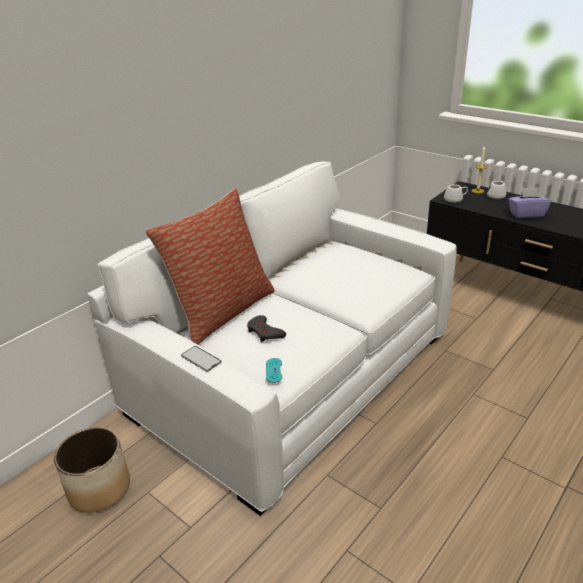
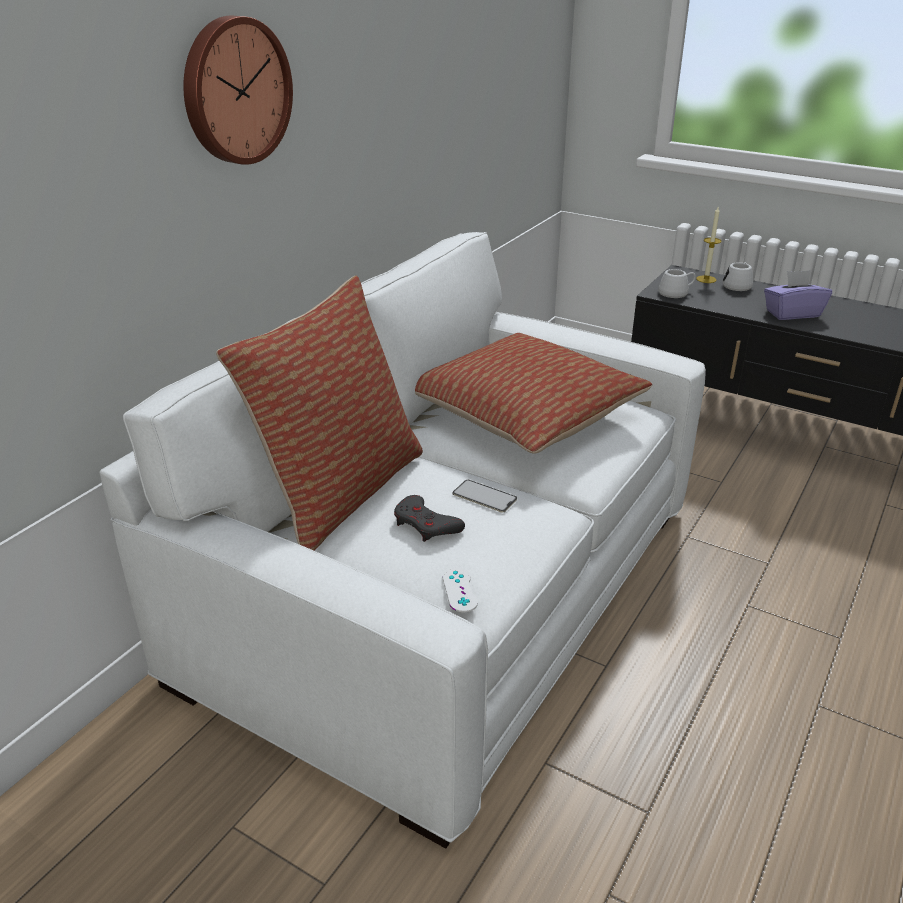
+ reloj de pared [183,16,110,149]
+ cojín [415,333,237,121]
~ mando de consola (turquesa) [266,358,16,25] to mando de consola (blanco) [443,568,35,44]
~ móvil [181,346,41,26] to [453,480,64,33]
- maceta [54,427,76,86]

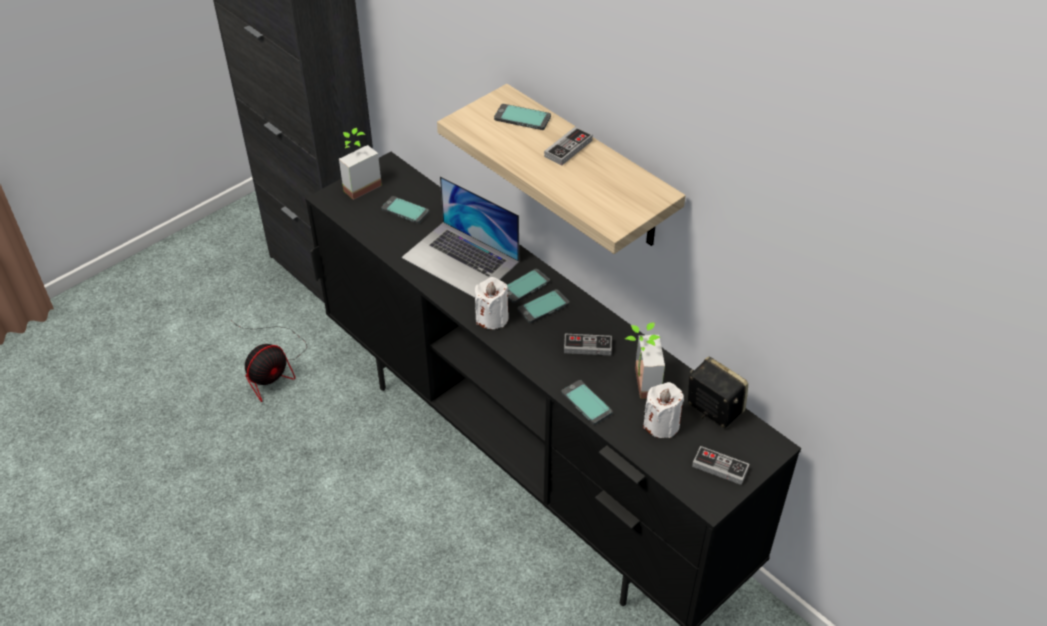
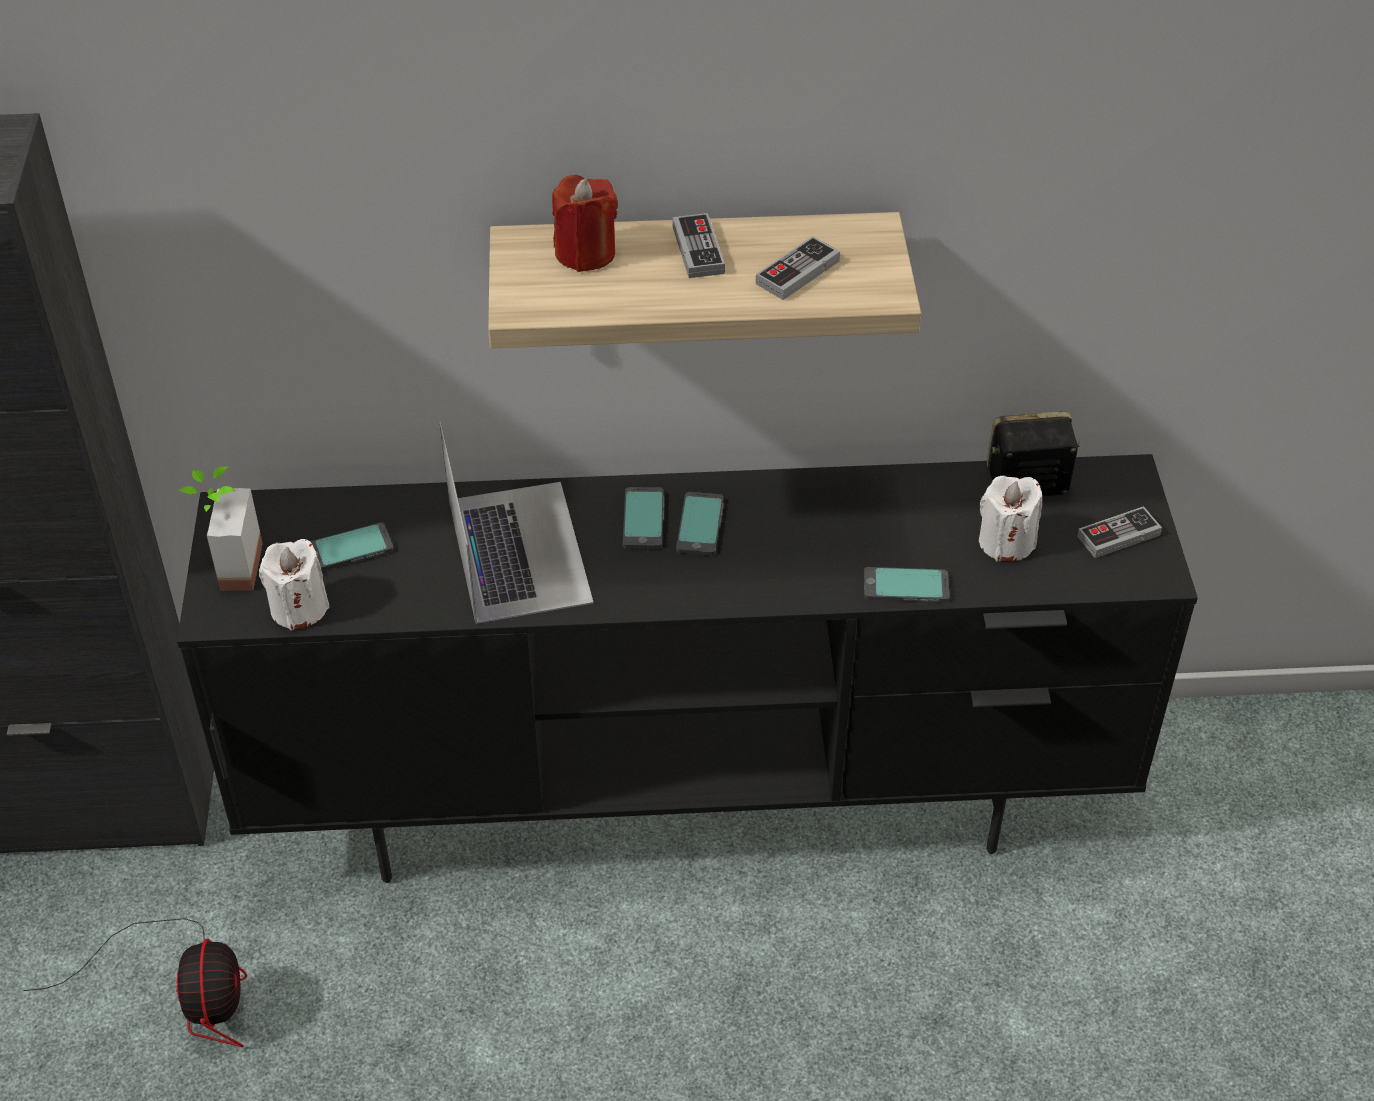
~ vela (blanco) [475,277,34,52] to [259,539,71,92]
~ portátil [402,176,117,122] = [440,422,154,202] 90 degrees counterclockwise
~ móvil [494,104,57,26] to vela (rojo) [552,175,66,97]
~ mando de consola [564,334,48,21] to [756,236,84,64]
- planta en maceta [625,323,40,76]

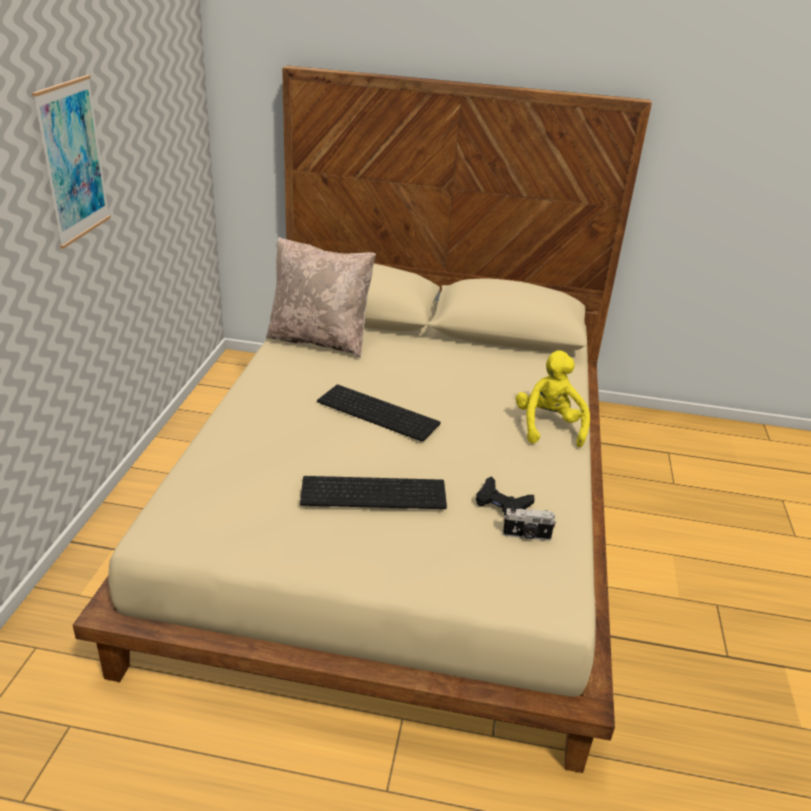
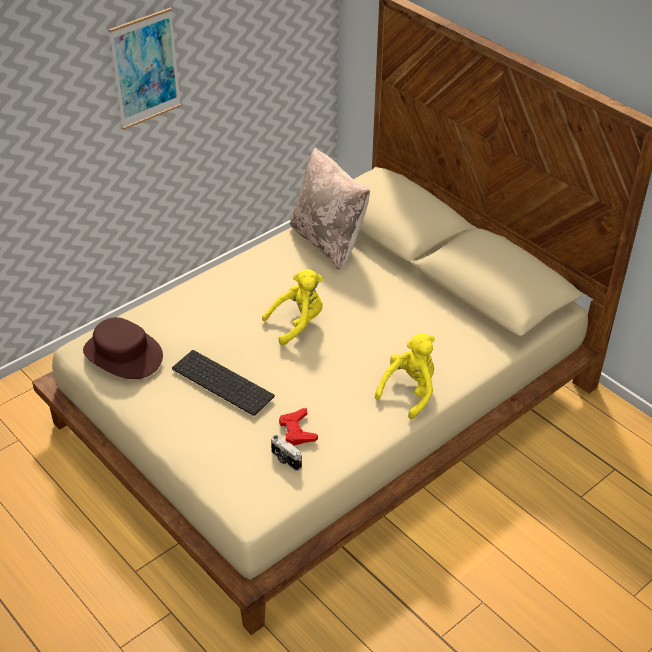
+ sombrero (marrón) [83,317,80,62]
~ teclado [317,385,124,57] to peluche (amarillo) [262,269,61,77]
~ mando de consola (negro) [476,476,58,40] to mando de consola (rojo) [279,408,39,38]

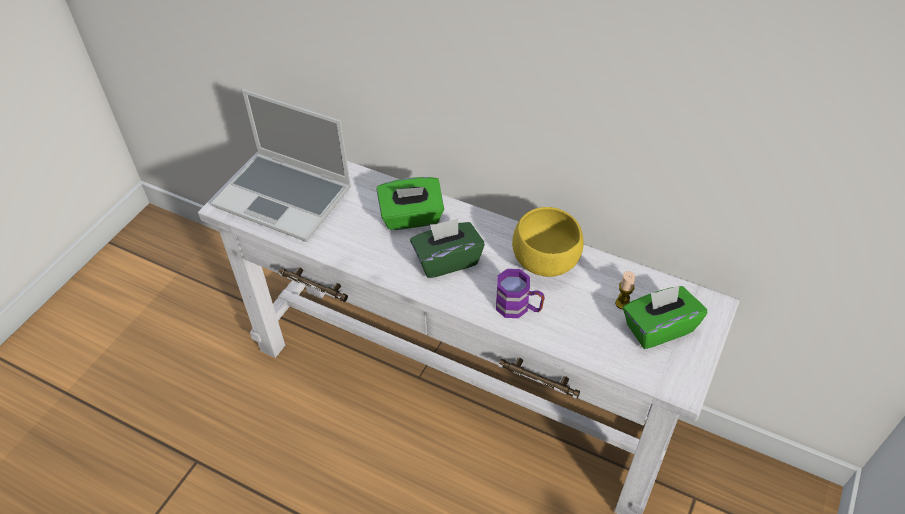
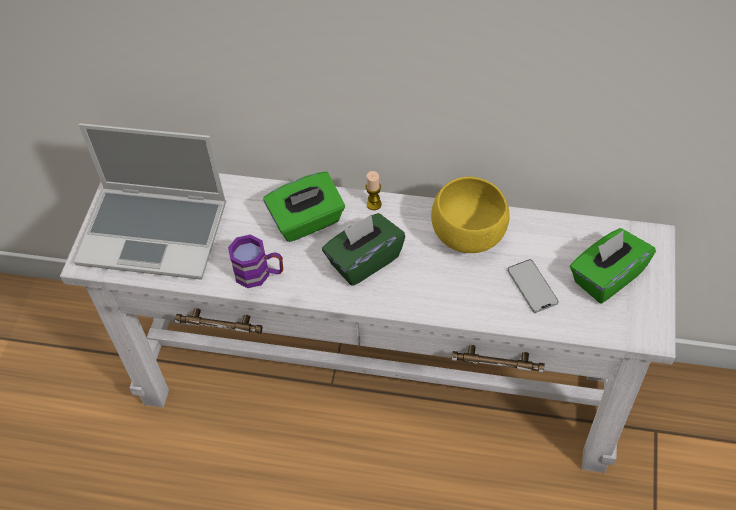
~ taza grande (morado) [496,269,49,49] to [228,234,55,54]
~ vela [615,271,20,38] to [366,171,16,39]
+ móvil [507,259,52,54]

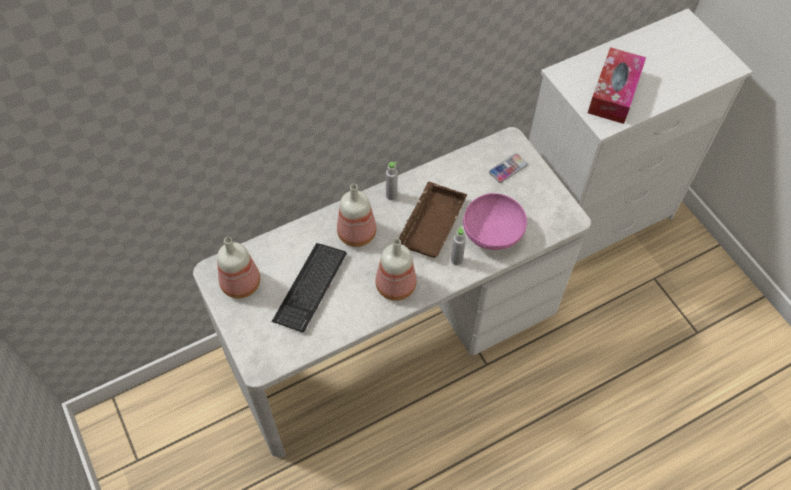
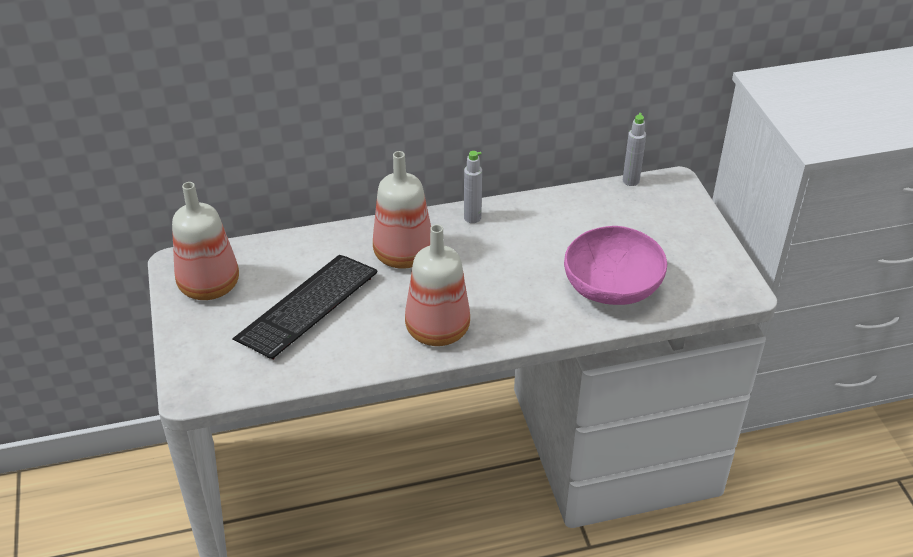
~ botella (gris) [451,226,15,39] to [623,113,23,73]
- bandeja (marrón) [399,181,68,77]
- móvil [489,154,39,29]
- caja de pañuelos [588,47,58,77]

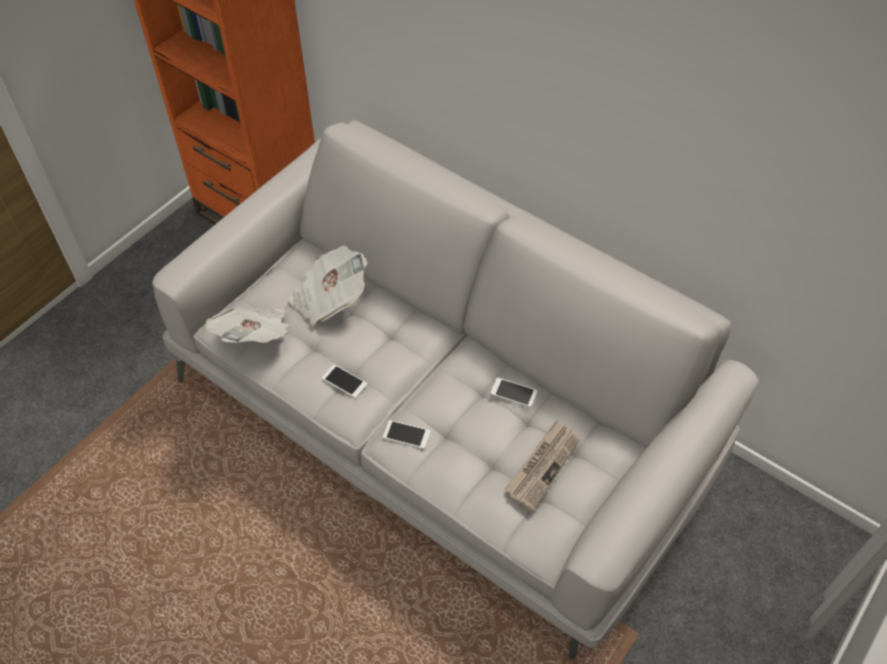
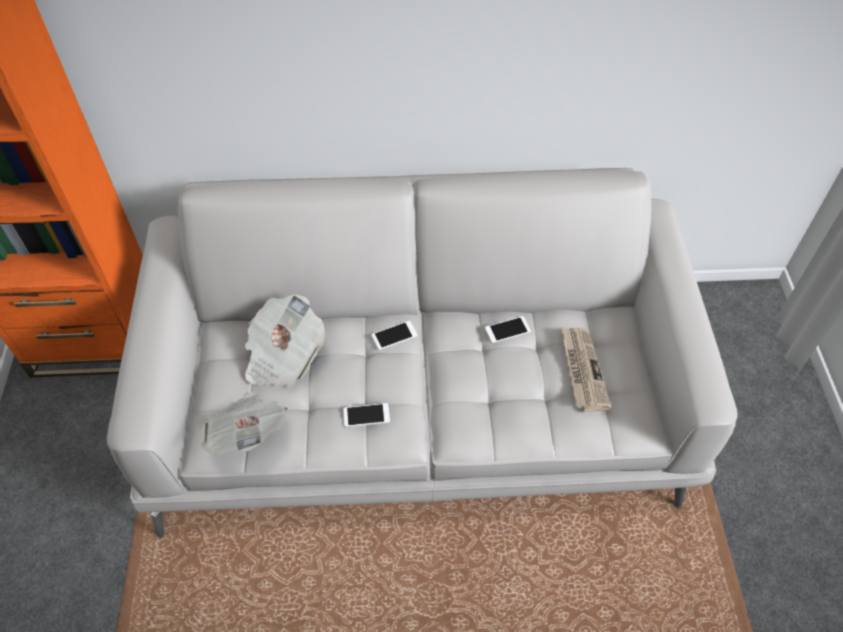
~ móvil [383,420,48,29] to [371,321,47,29]

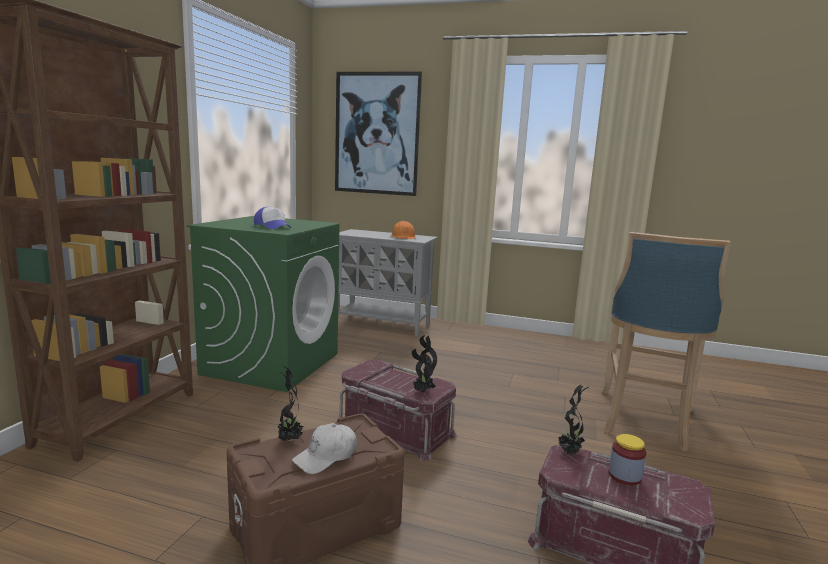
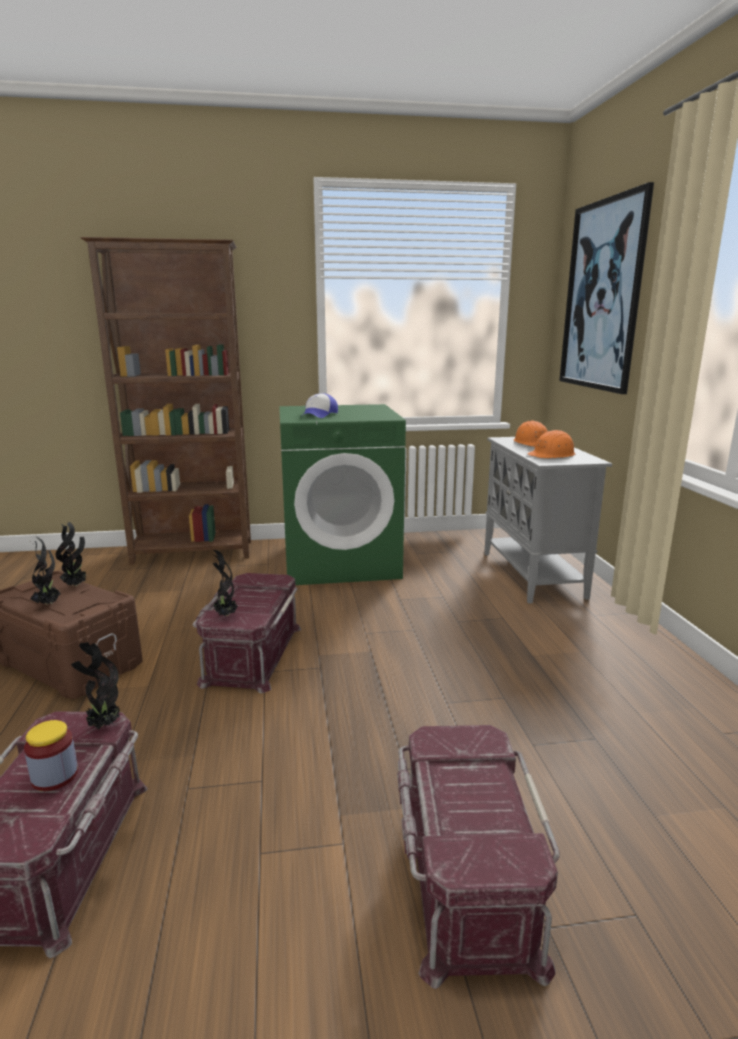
~ gorra (blanco) [292,423,65,51] to planta en maceta [28,537,33,68]
~ taburete (azul) [602,232,129,219] to caja de almacenaje (rojo) [397,725,162,264]
+ casco (naranja) [513,421,35,26]

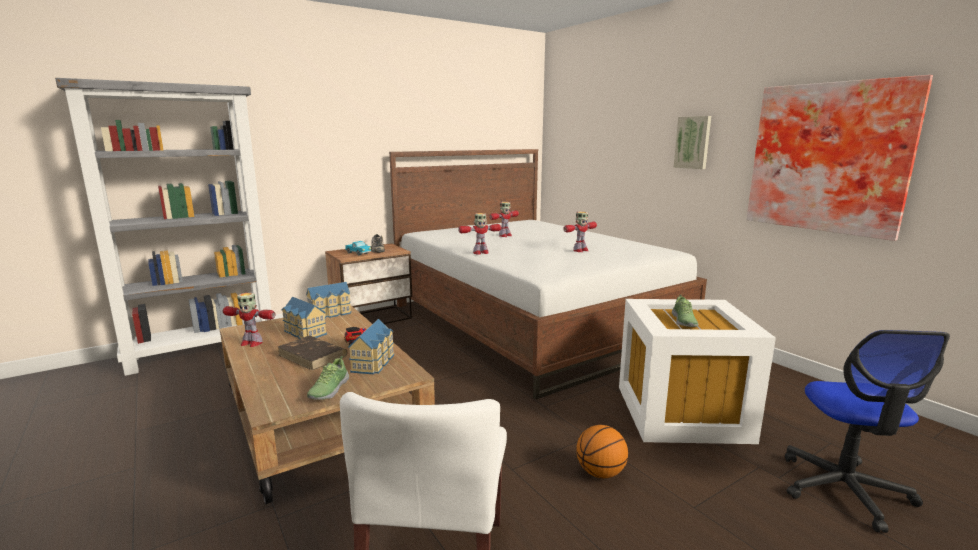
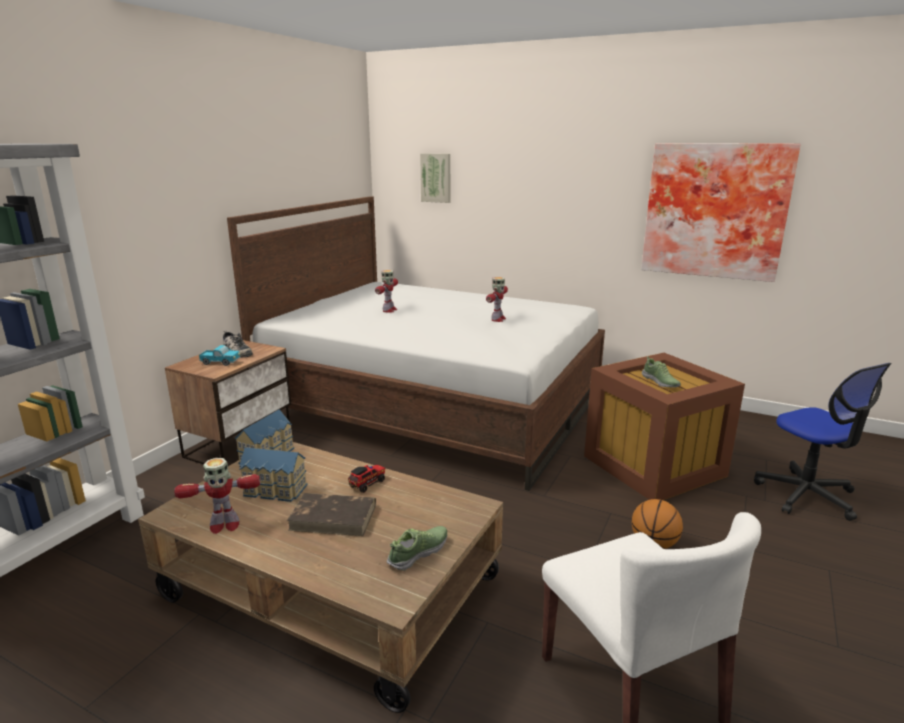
~ zapato [307,356,42,44] = [387,526,60,45] 120 degrees counterclockwise
~ cuadro [673,116,38,53] to [420,153,30,50]
~ caja de almacenaje (blanco) [619,299,157,145] to caja de almacenaje (marrón) [584,353,161,147]
- casita [348,319,46,55]
- robot de juguete [458,213,43,42]

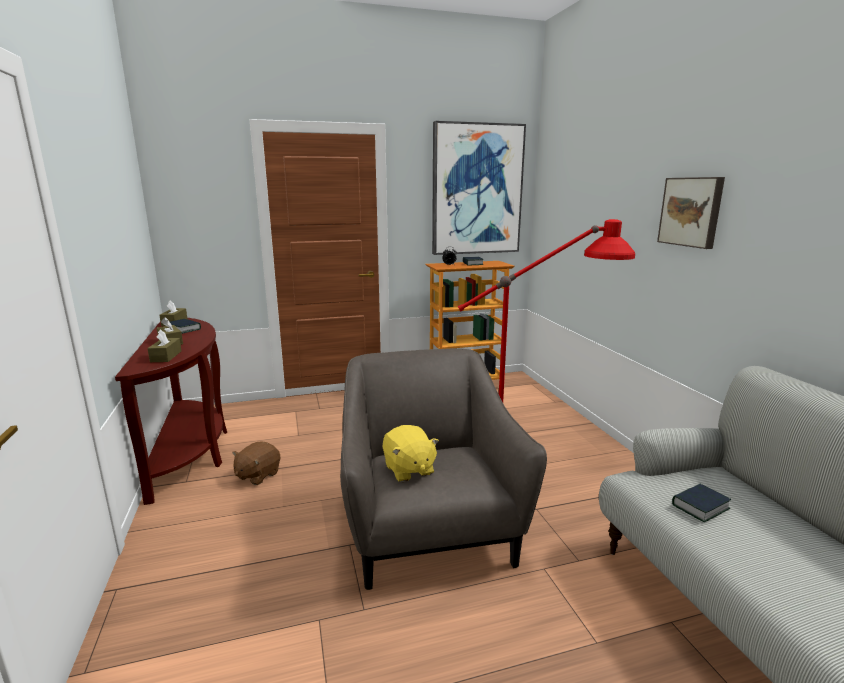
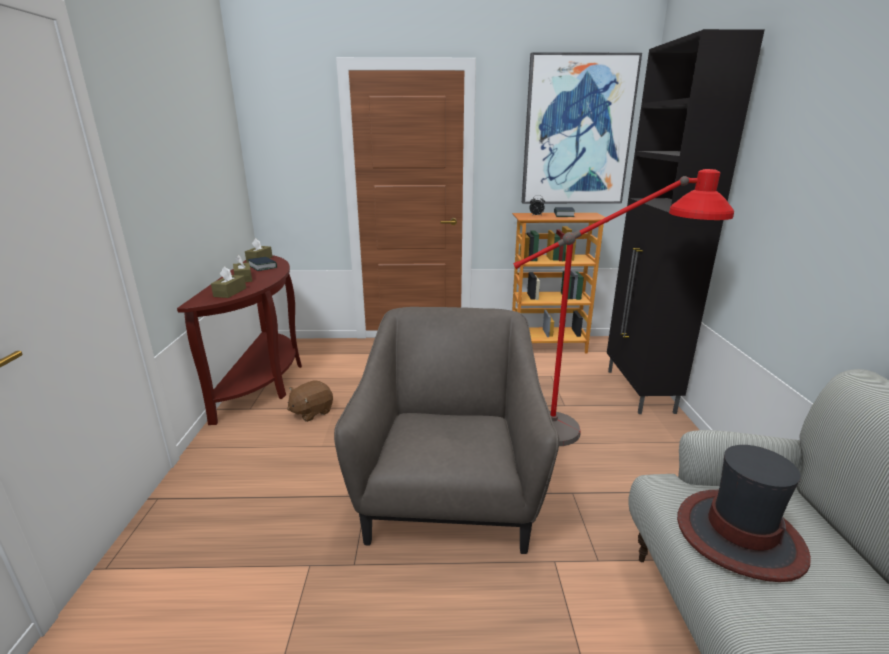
+ armario (negro) [607,29,158,385]
~ libro [672,484,59,38] to sombrero [677,445,134,137]
- peluche (amarillo) [383,425,56,57]
- cuadro [657,177,68,72]

